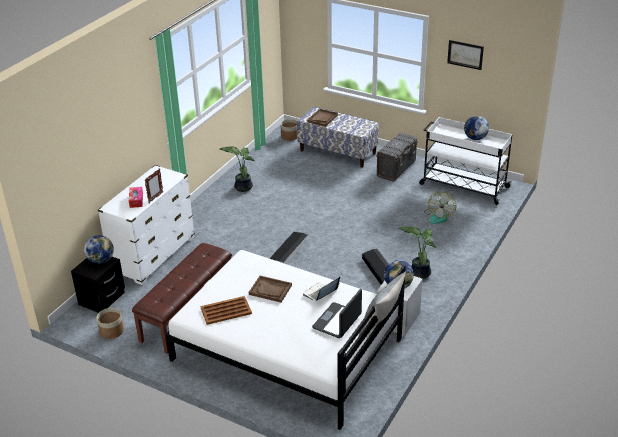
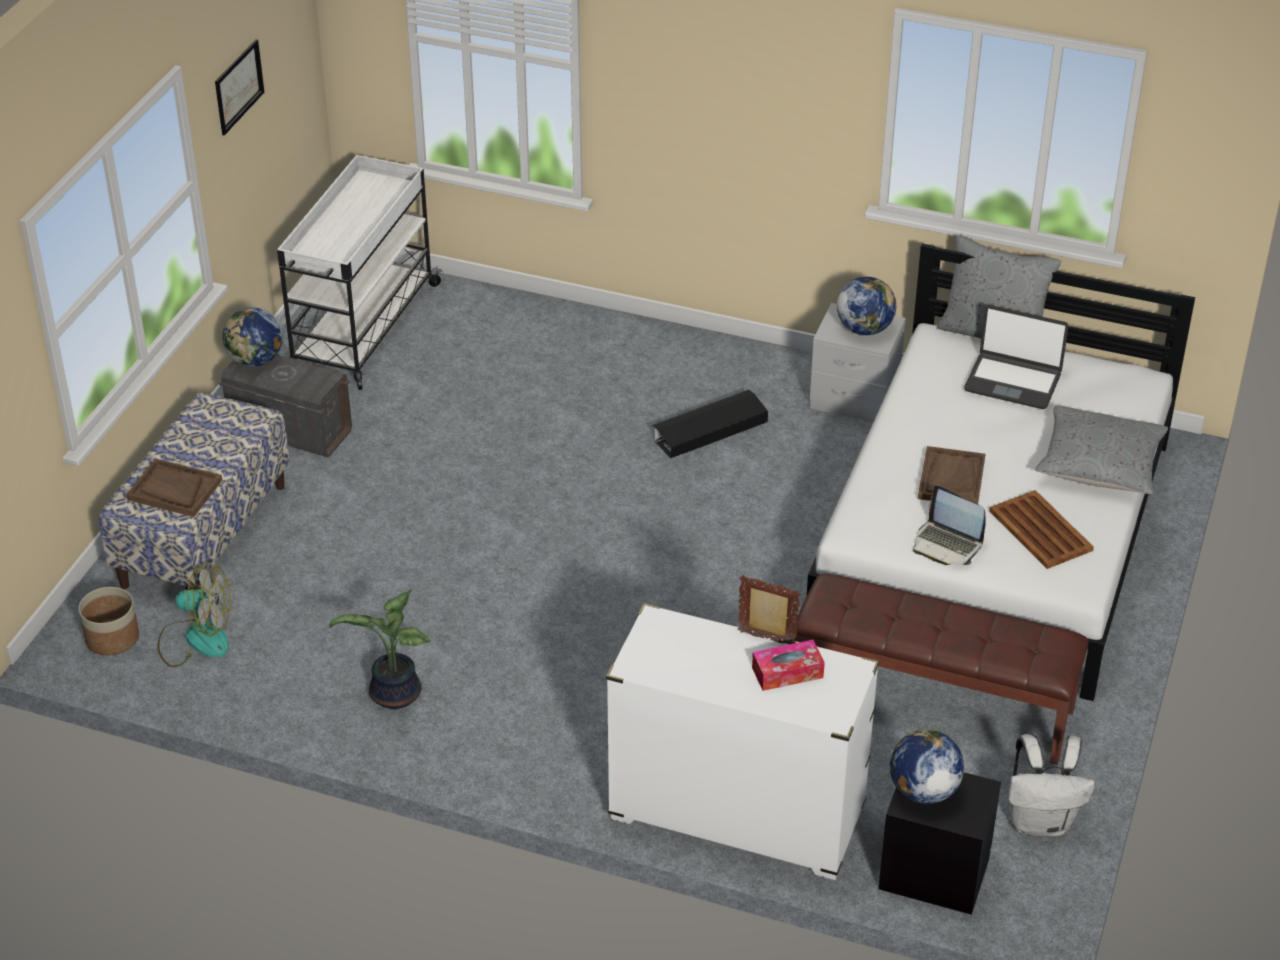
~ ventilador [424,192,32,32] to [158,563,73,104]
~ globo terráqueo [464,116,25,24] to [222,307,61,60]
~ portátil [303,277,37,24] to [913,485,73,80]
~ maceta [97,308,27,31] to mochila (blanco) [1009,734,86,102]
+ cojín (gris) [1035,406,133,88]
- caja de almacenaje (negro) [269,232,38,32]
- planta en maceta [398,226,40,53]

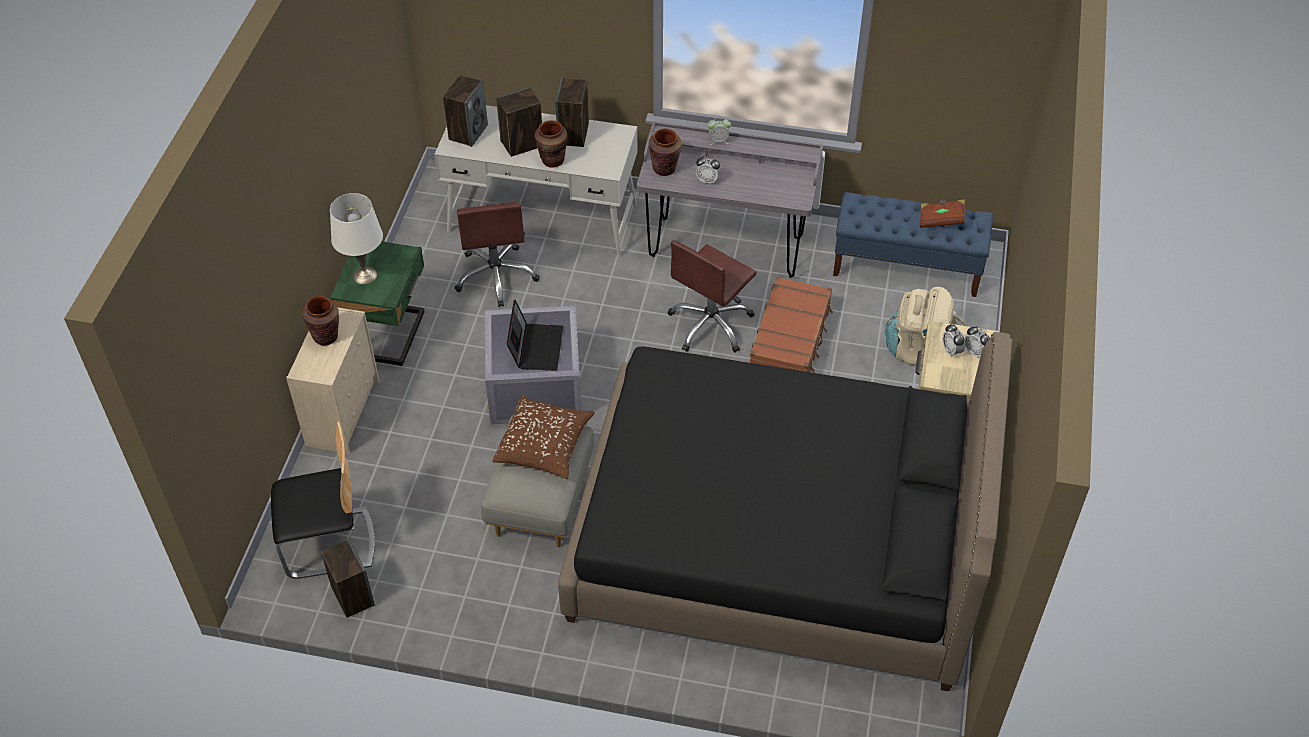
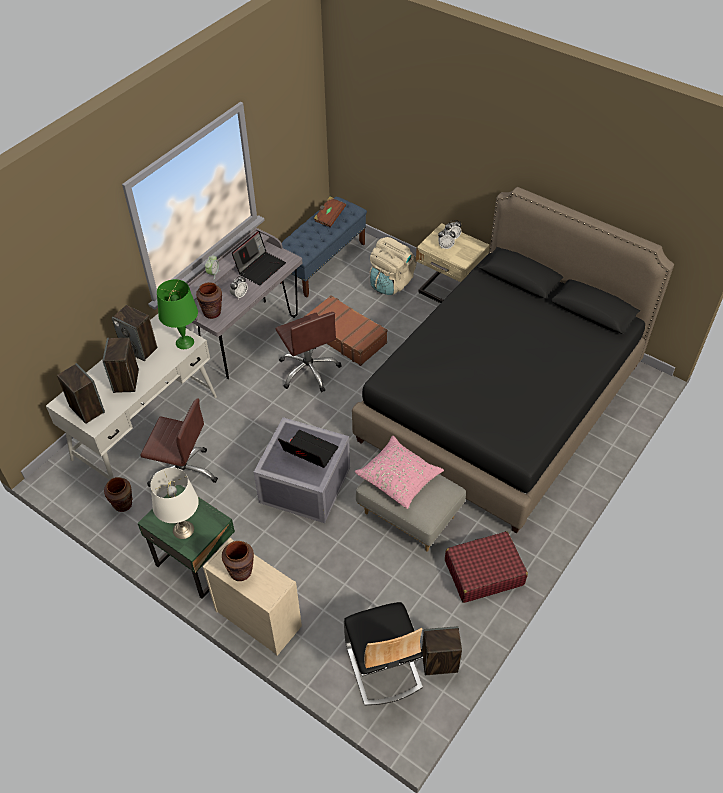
~ florero (marrón) [535,120,33,47] to [104,477,29,35]
+ lámpara de mesa (verde) [157,279,41,70]
+ portátil [232,231,54,54]
~ silla [271,422,104,157] = [344,602,79,103] 150 degrees clockwise
~ cojín (marrón) [492,395,103,84] to cojín (rosa) [355,436,89,73]
+ maleta (rojo) [445,531,83,72]

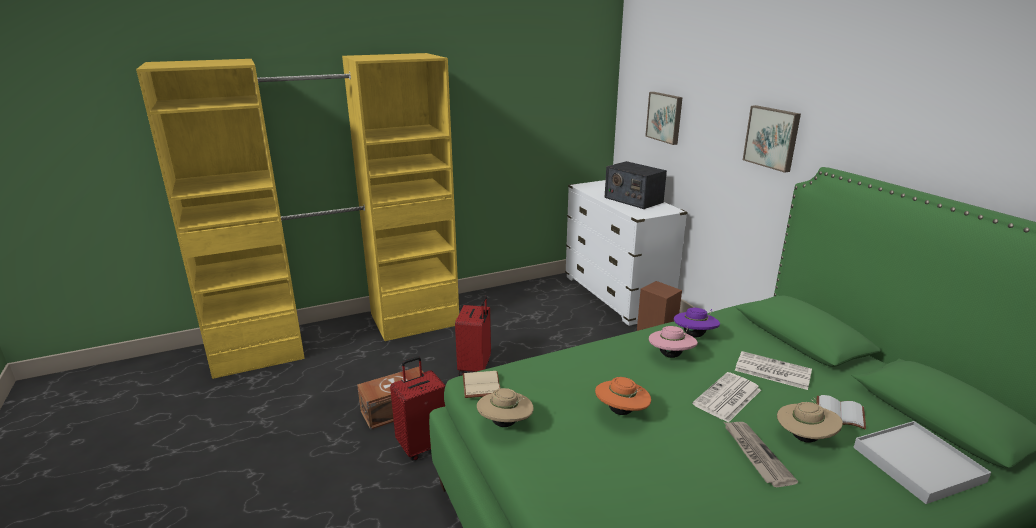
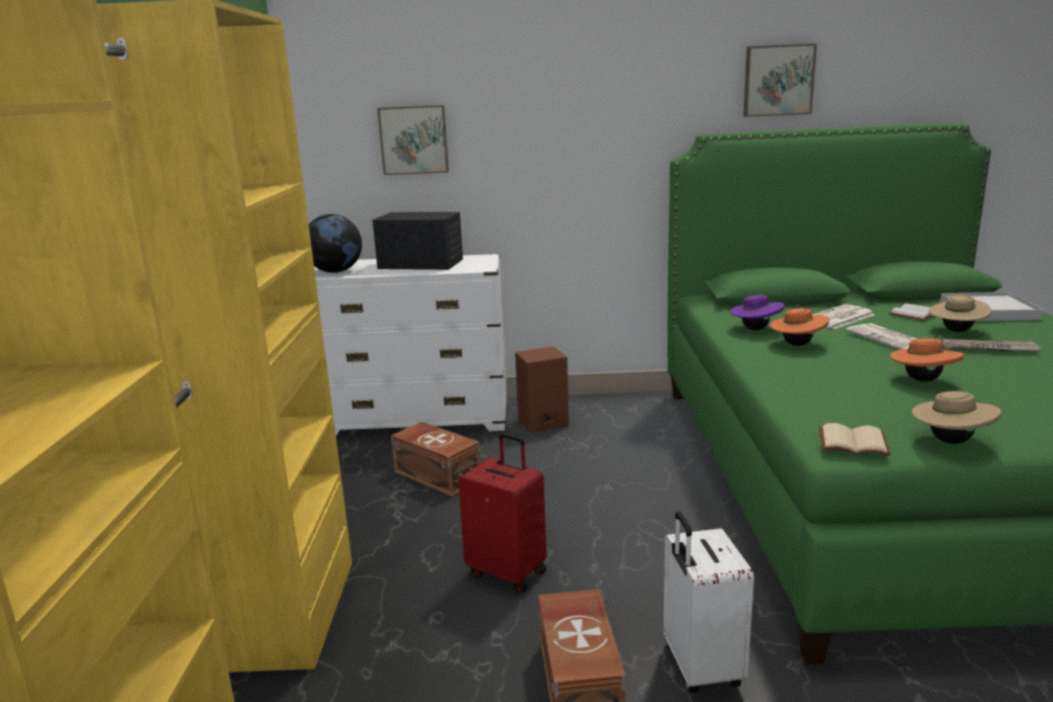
+ globo terráqueo [309,214,53,59]
~ radio [604,161,63,48] = [372,212,91,58] 150 degrees counterclockwise
+ caja de almacenaje (marrón) [391,422,90,74]
~ maleta (rojo) [390,356,56,105] to maleta (blanco) [663,511,91,182]
~ cuadro [743,105,58,68] to [744,44,73,73]
~ sombrero (rosa) [649,326,49,32] to sombrero (naranja) [769,305,60,41]

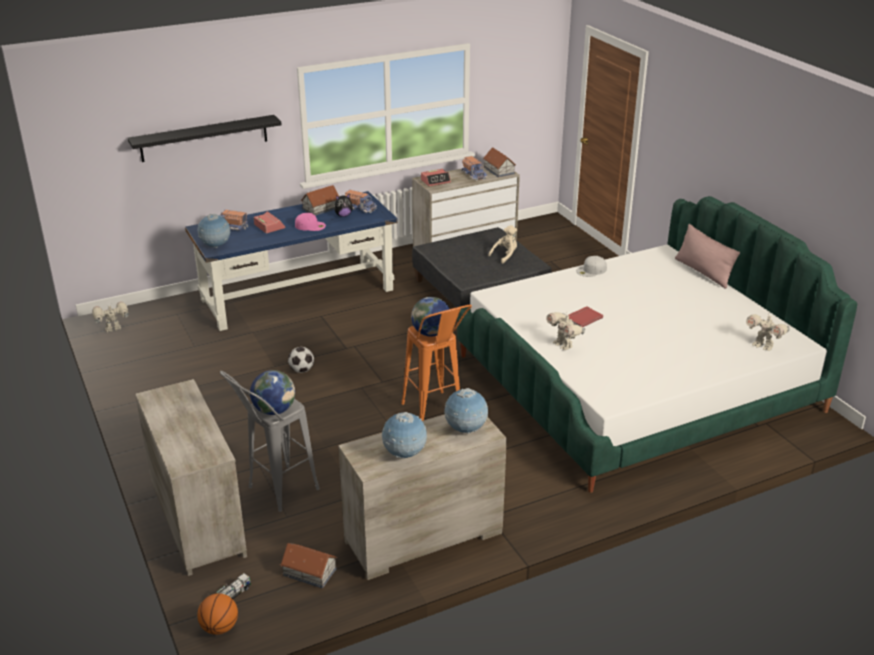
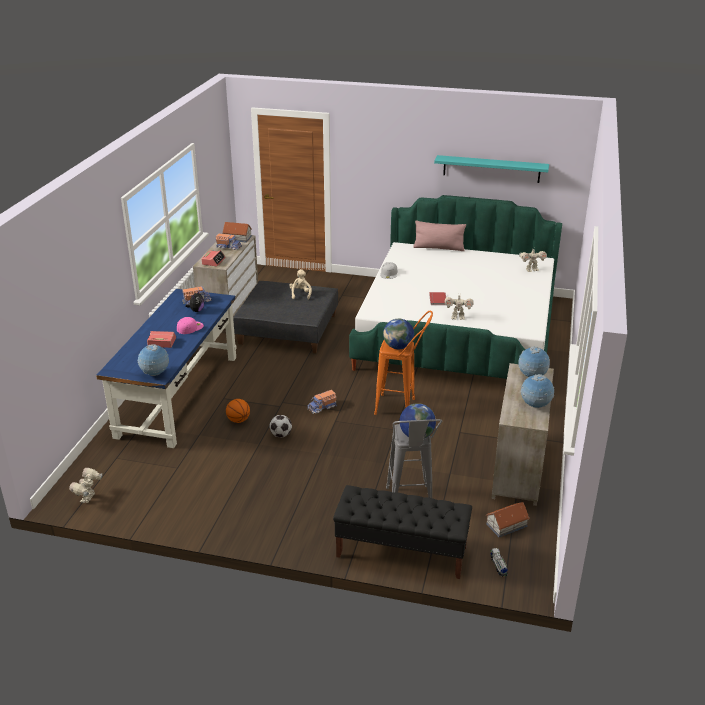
~ balón de baloncesto [197,593,41,42] to [226,399,24,24]
~ camión de juguete [220,210,28,21] to [307,390,30,24]
~ cómoda (beis) [135,379,112,197] to banco (negro) [333,485,139,94]
+ estante (turquesa) [434,155,115,28]
- estante (negro) [128,115,153,47]
- casita [301,185,38,31]

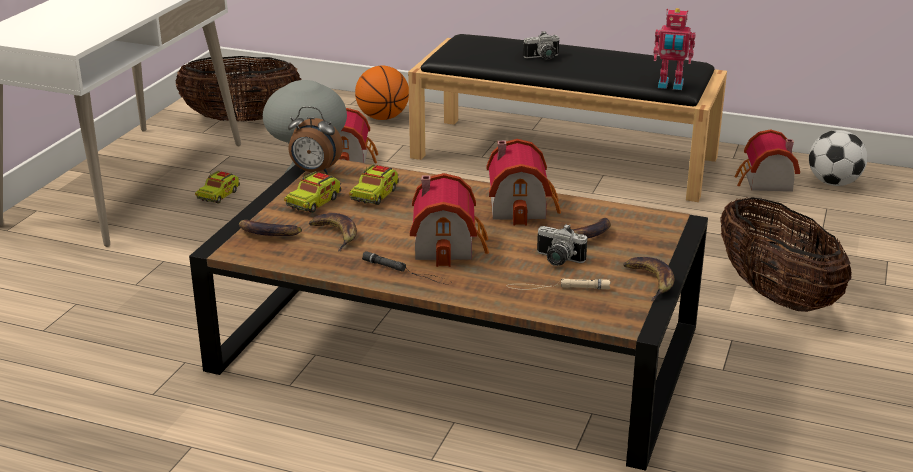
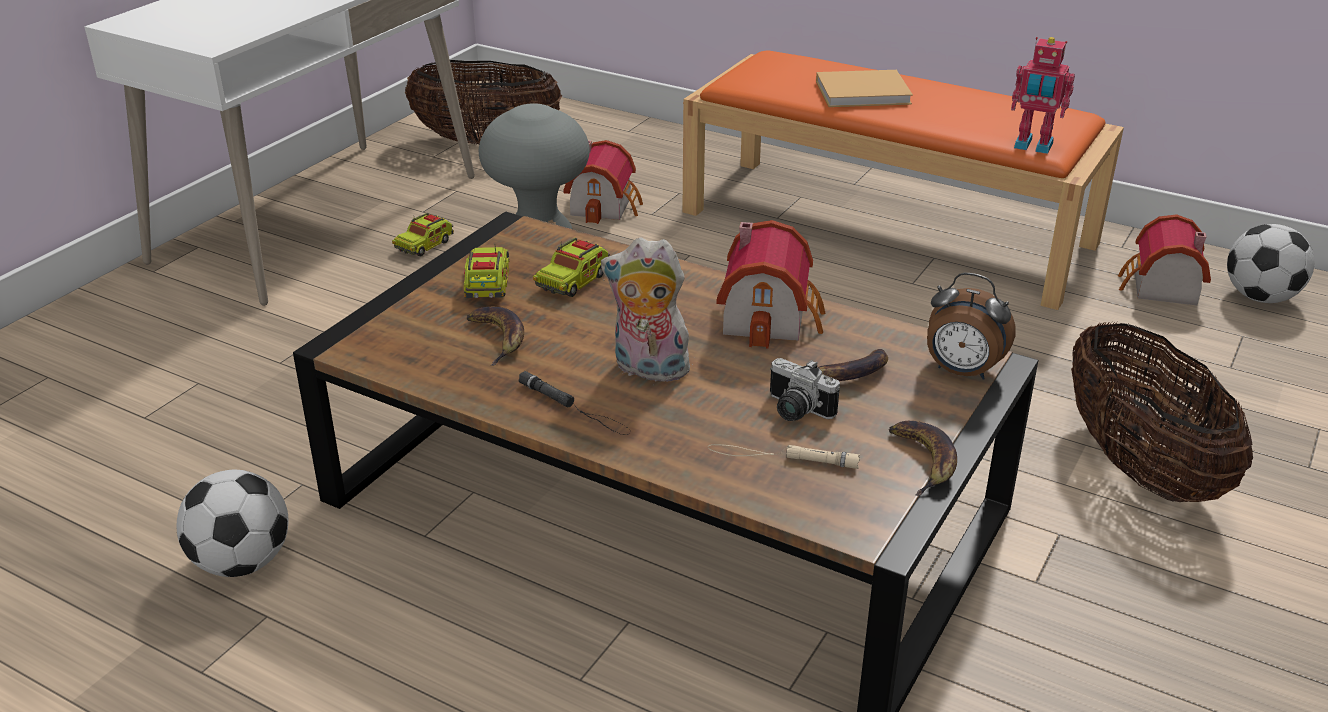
+ balón de fútbol [176,469,112,108]
~ camión de juguete [284,171,58,42] = [464,247,46,51] 135 degrees clockwise
~ casita [410,173,79,94] to peluche [601,237,94,145]
~ banco (negro) [408,34,319,168] to banco (naranja) [682,50,442,260]
~ cámara [523,31,36,29] to libro (beis) [816,70,97,37]
~ despertador [288,106,55,68] to [927,273,89,107]
- plátano [239,220,63,16]
- balón de baloncesto [355,66,54,54]

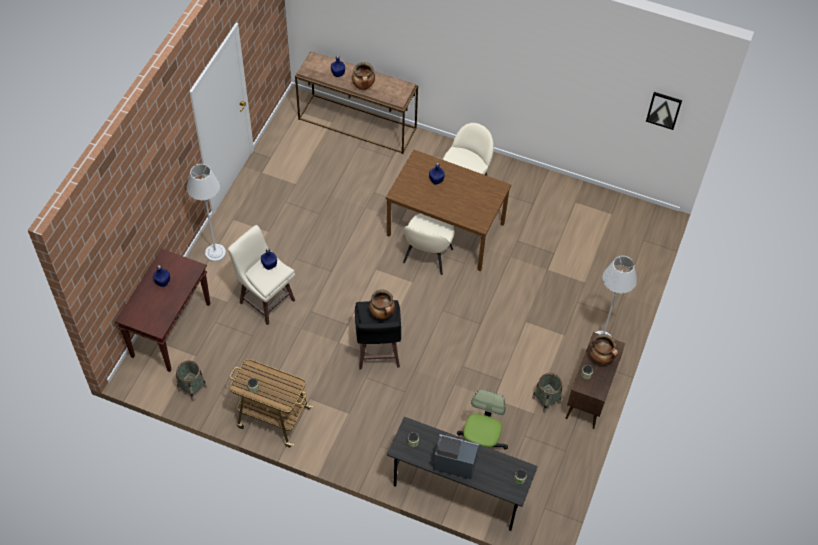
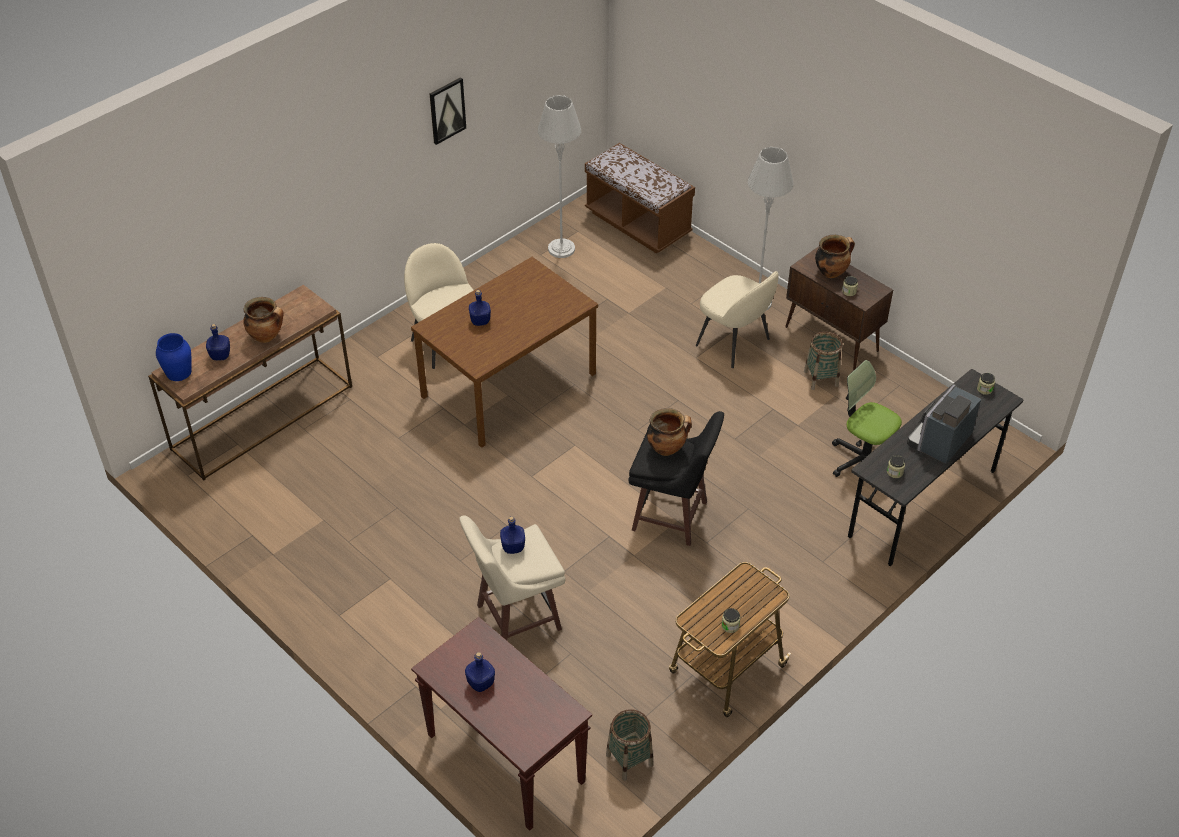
+ florero (azul) [156,333,35,48]
~ cuadro [646,92,36,38] to [430,77,36,68]
~ lámpara de pie (gris) [187,164,39,98] to [538,95,43,163]
+ banco (marrón) [585,143,110,110]
~ silla (beis) [403,213,52,62] to [696,271,82,97]

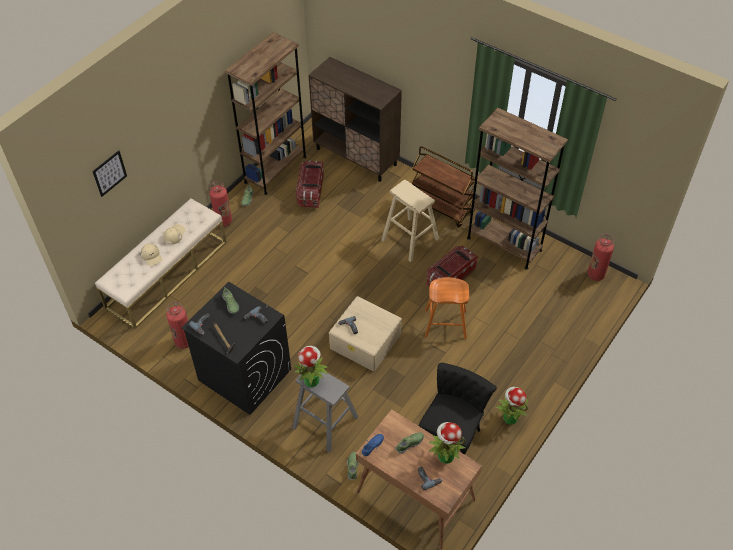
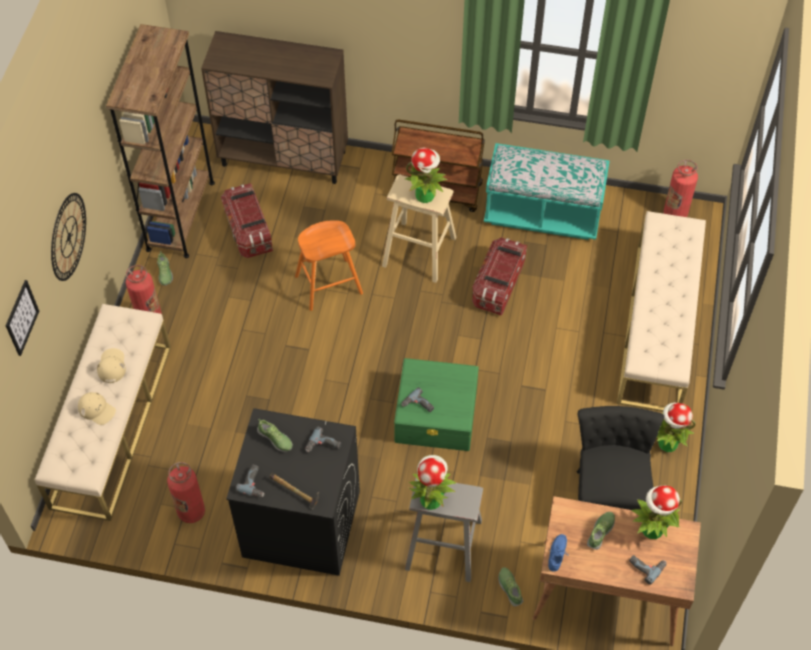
+ reloj de pared [51,193,35,88]
~ taburete (naranja) [425,277,44,62] to [295,220,68,91]
~ caja de almacenaje (beis) [329,296,73,76] to caja de almacenaje (verde) [394,358,85,93]
+ planta en maceta [405,148,42,55]
~ estantería (marrón) [467,108,101,162] to banco (turquesa) [484,143,126,97]
+ banco (beis) [617,211,89,201]

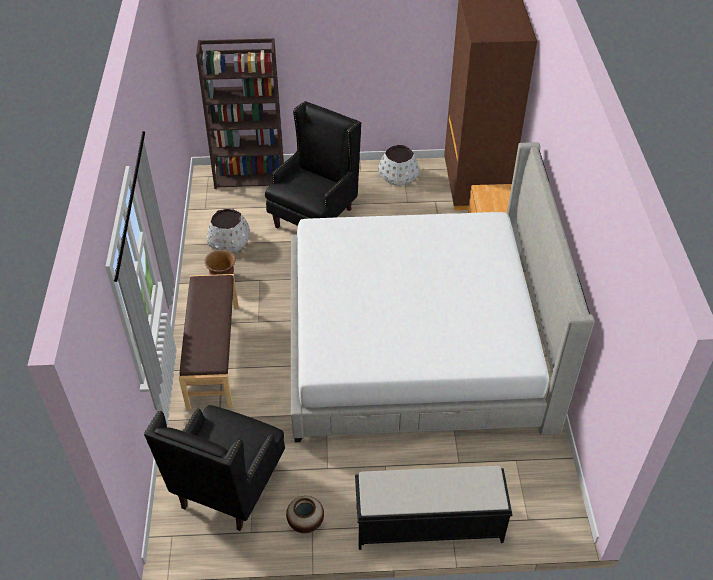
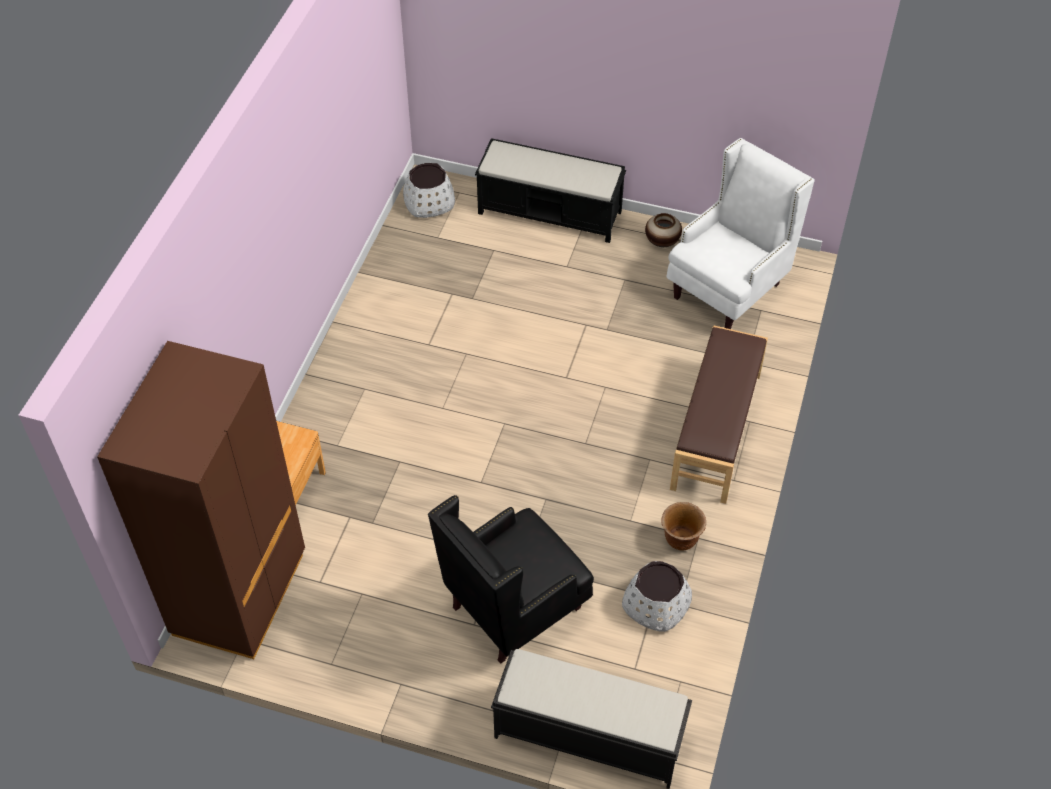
~ maceta (blanco) [378,145,42,41] to [403,163,52,55]
~ estantería (marrón) [196,38,88,151] to banco (negro) [491,649,201,140]
~ sillón (negro) [144,405,141,126] to sillón (blanco) [666,138,149,191]
- cama [291,142,303,300]

